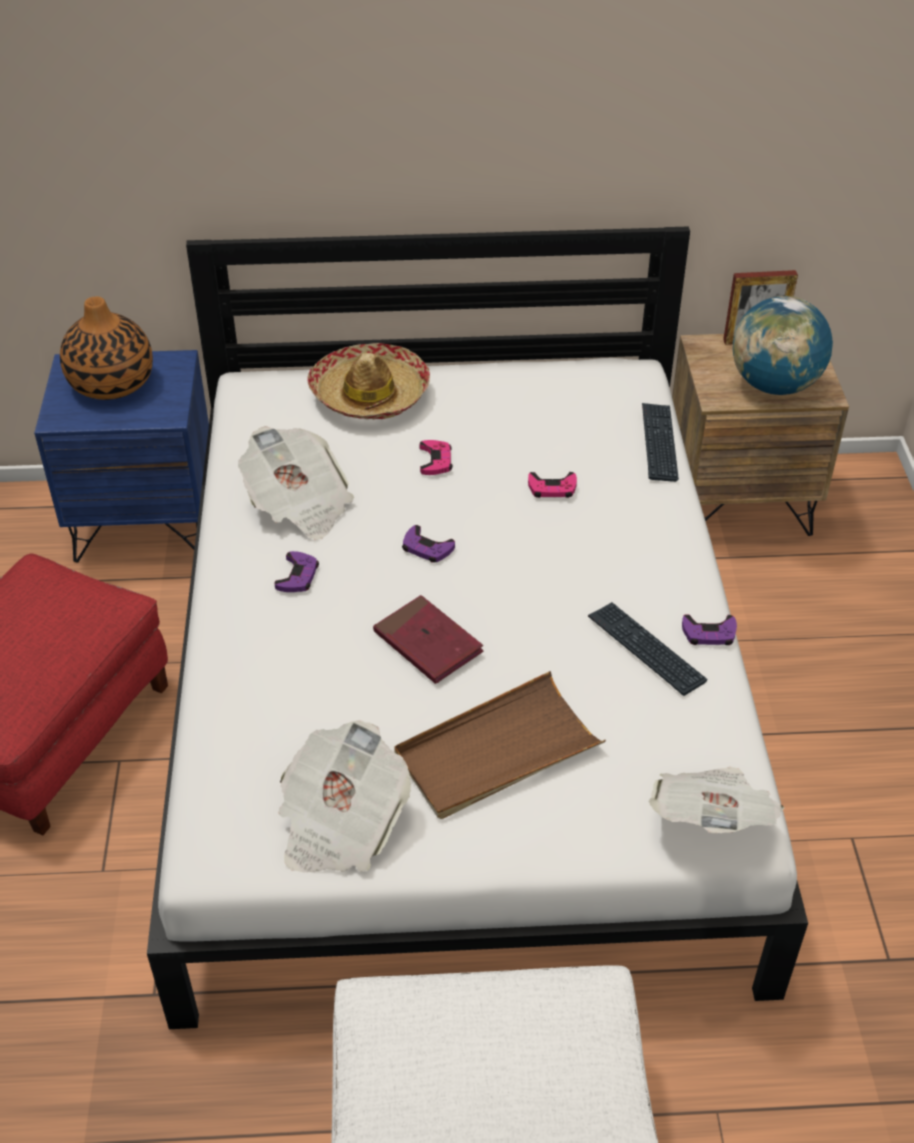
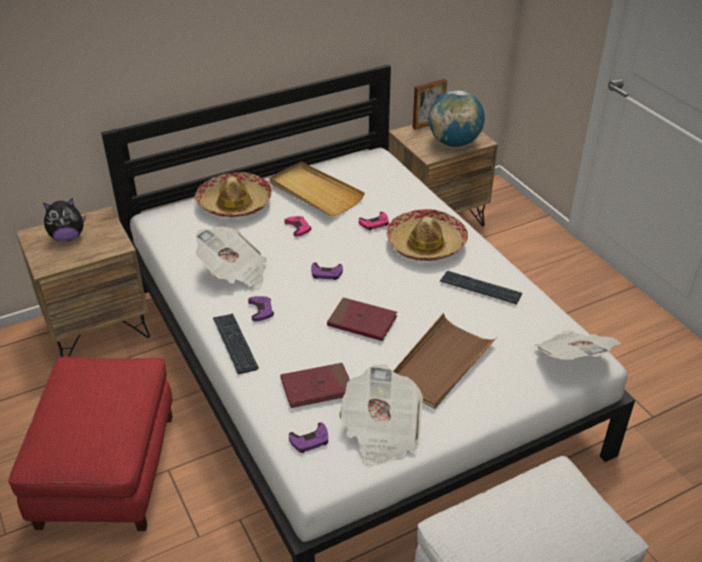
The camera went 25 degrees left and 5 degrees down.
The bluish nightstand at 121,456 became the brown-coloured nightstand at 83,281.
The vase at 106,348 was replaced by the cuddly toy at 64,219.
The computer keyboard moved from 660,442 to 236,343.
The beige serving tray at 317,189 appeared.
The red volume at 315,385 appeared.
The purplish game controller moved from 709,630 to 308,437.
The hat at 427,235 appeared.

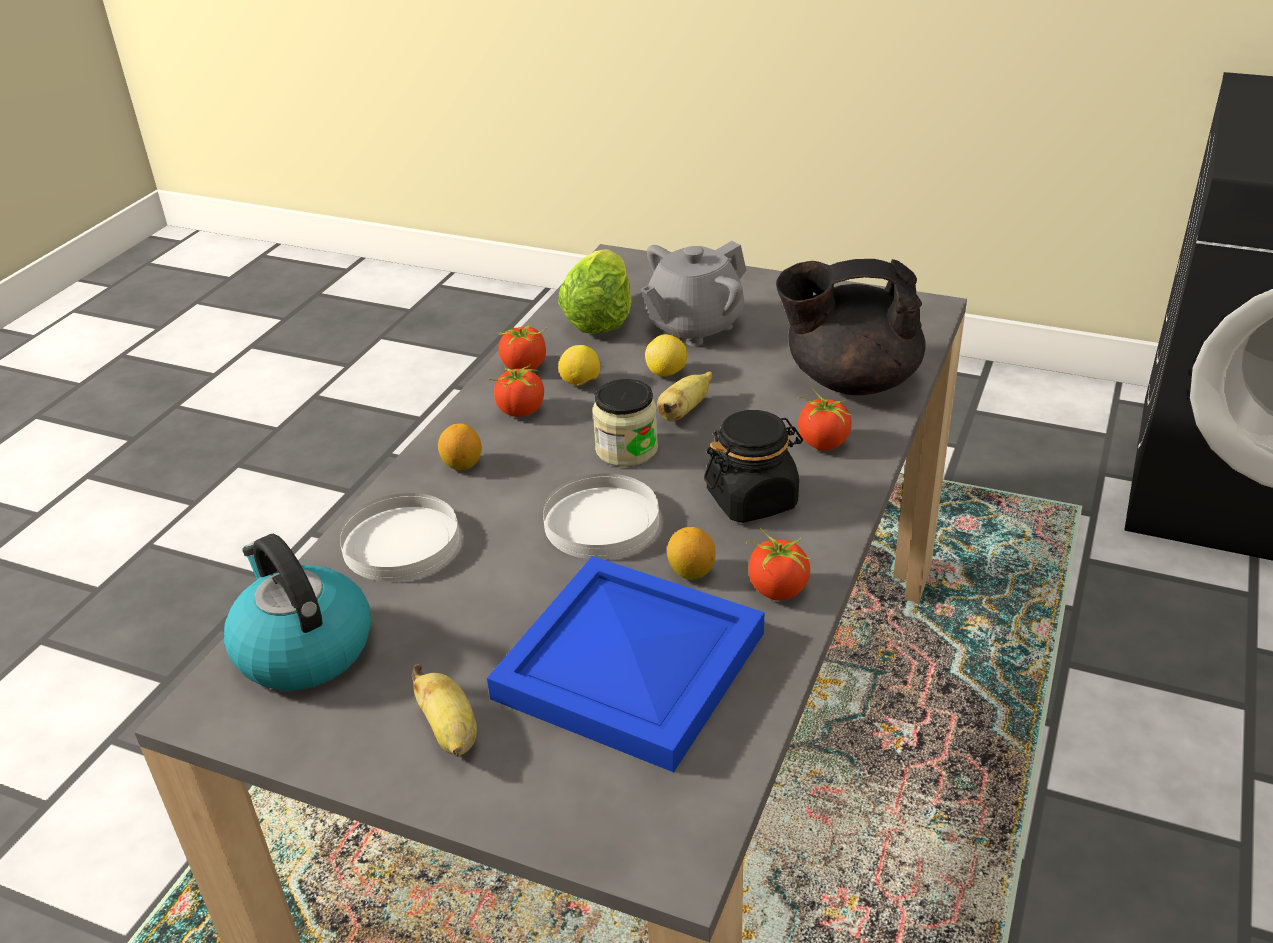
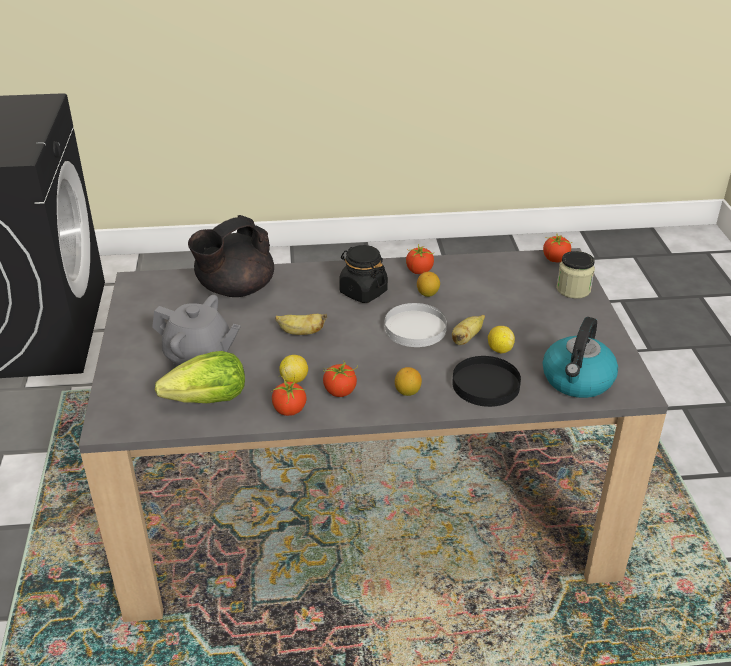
The camera went 120 degrees left and 0 degrees up.
The black-coloured teapot at 851,327 turned 75 degrees clockwise.
The banana moved from 444,710 to 468,330.
The white plate at 399,537 became the black-coloured plate at 486,381.
The lemon moved from 666,355 to 501,339.
The fresh tomato moved from 824,418 to 558,248.
The storage jar moved from 625,423 to 575,275.
The bluish serving tray at 625,664 disappeared.

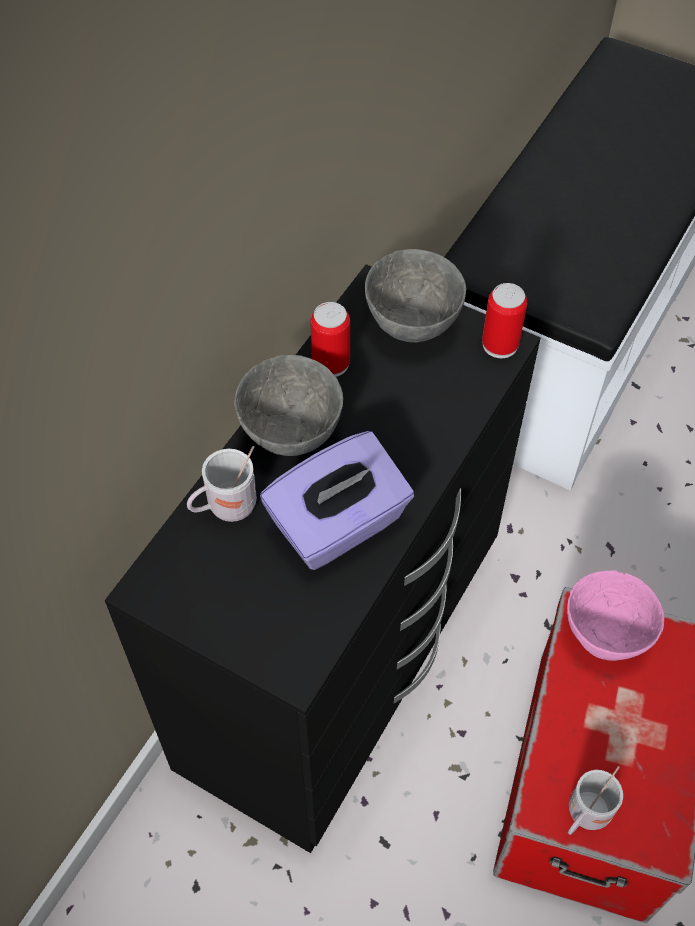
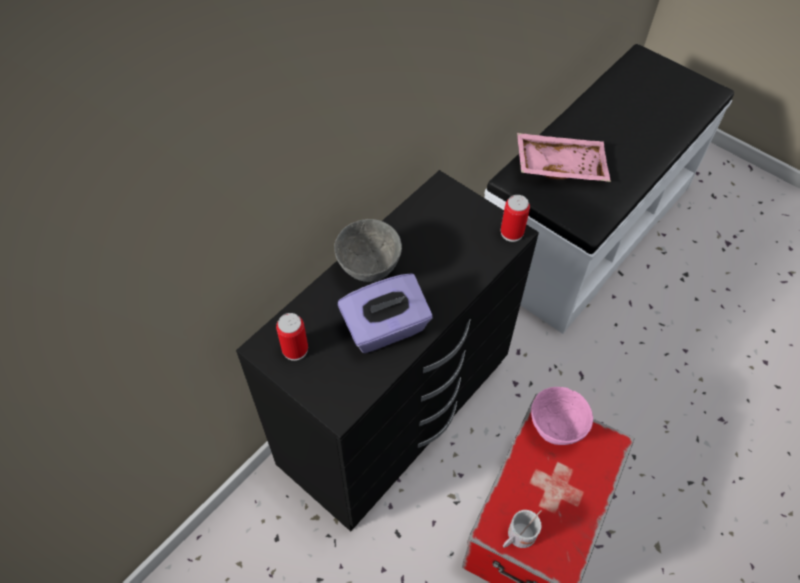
The camera went 10 degrees right and 0 degrees up.
The metal can moved from 330,339 to 292,337.
The pink-coloured serving tray at 564,157 appeared.
The white coffee mug at 222,484 disappeared.
The gray deep dish at 415,296 disappeared.

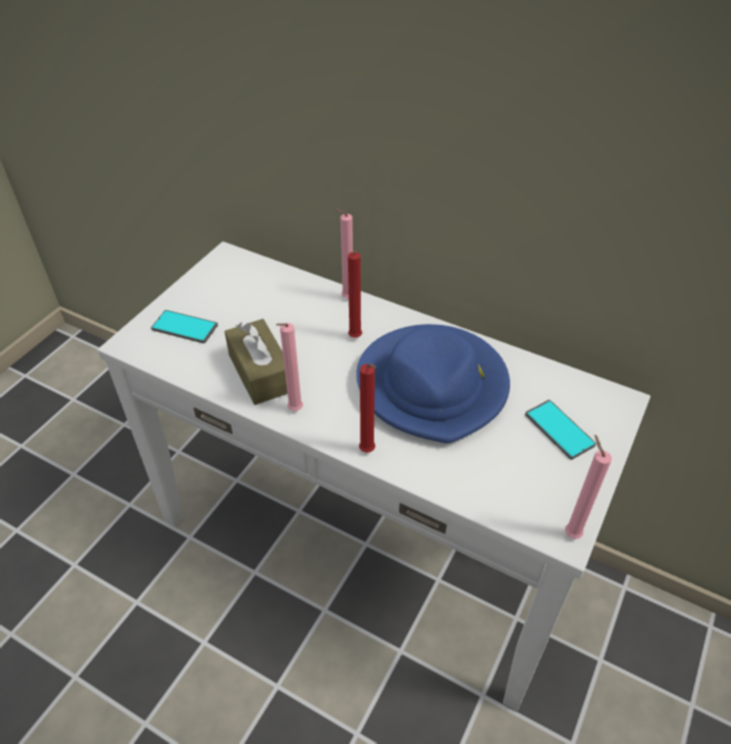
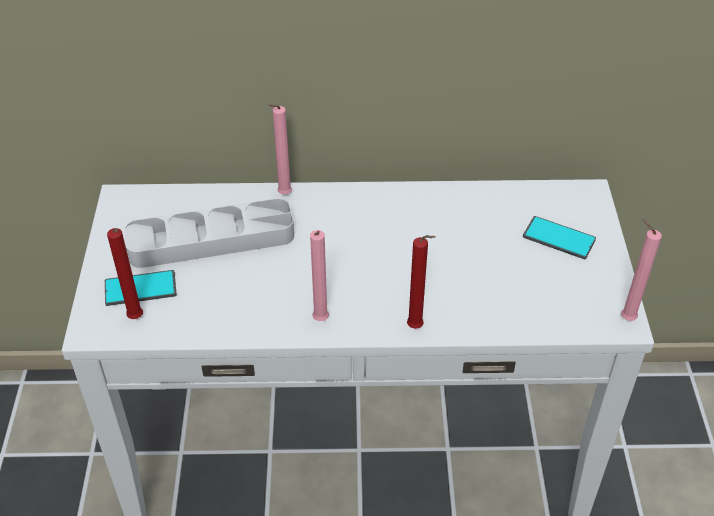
The camera went 30 degrees left and 0 degrees up.
The red wax light moved from 355,294 to 125,273.
The gray serving tray at 209,233 appeared.
The brown-coloured tissue box at 256,362 disappeared.
The bluish hat at 433,383 disappeared.

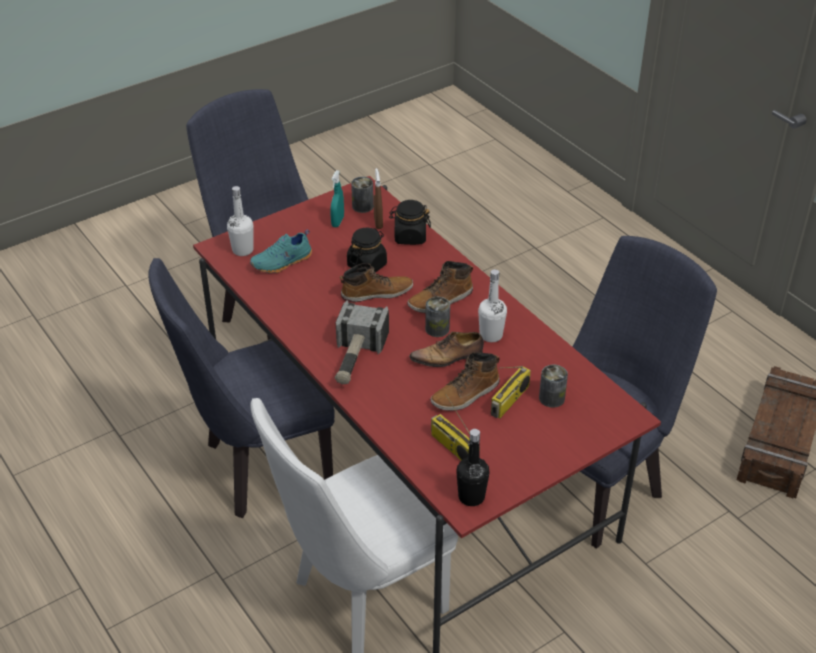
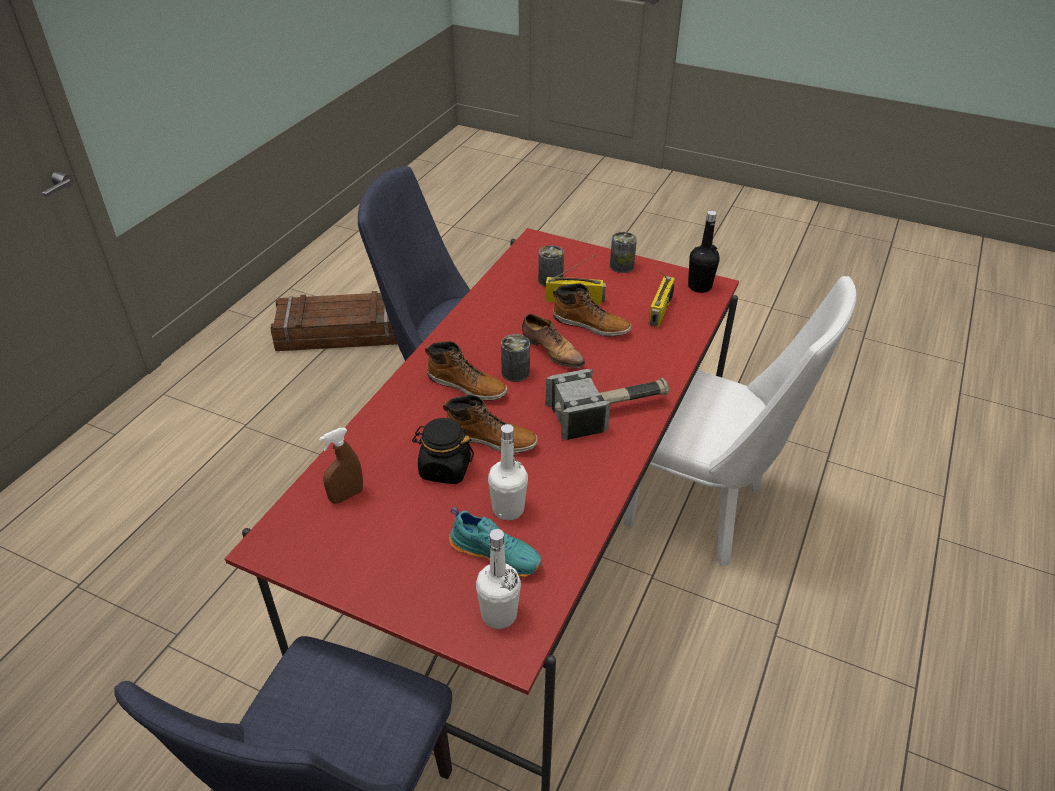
The camera went 120 degrees left and 0 degrees up.
The tall boot at 376,283 turned 150 degrees clockwise.
The white drink bottle moved from 492,305 to 508,472.
The metal can moved from 362,195 to 623,252.
The bluish upright chair at 241,388 disappeared.
The turquoise sprayer at 337,198 disappeared.
The black-coloured storage jar at 410,222 disappeared.

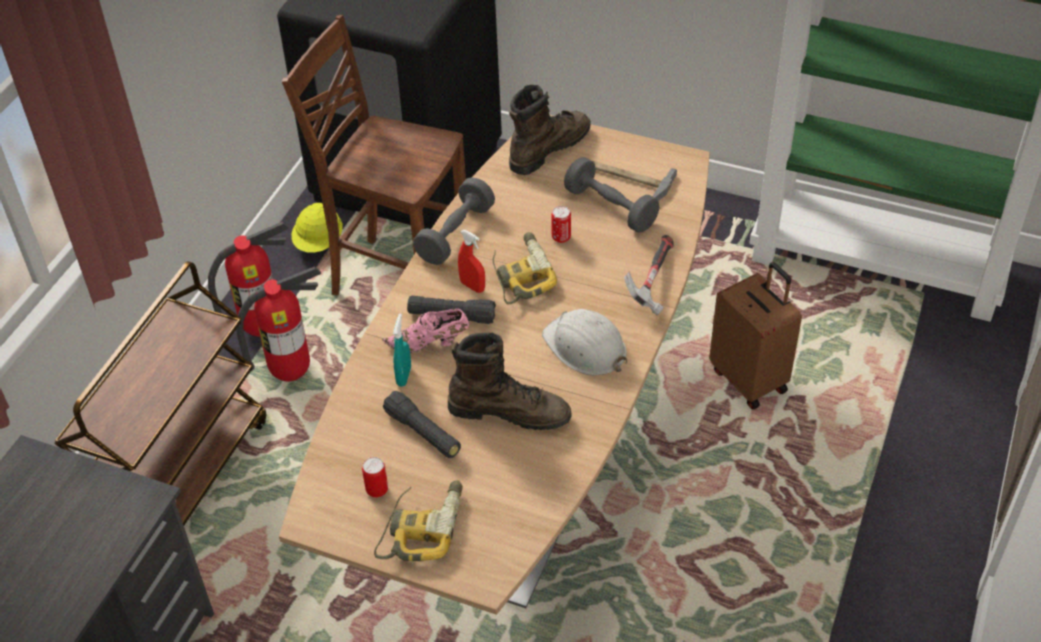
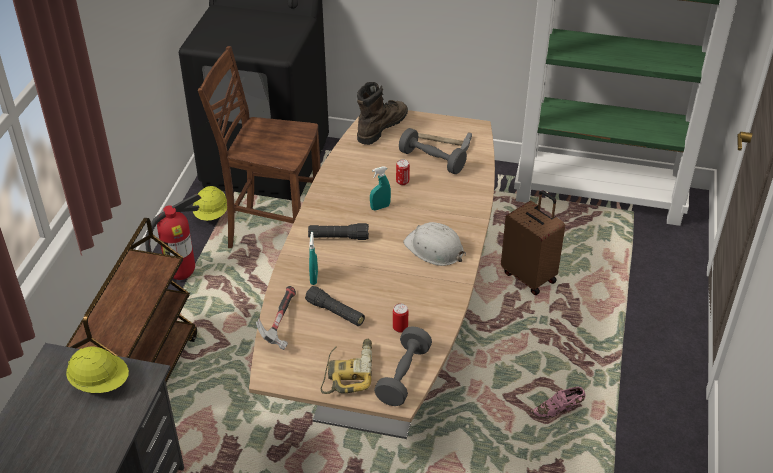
The camera went 10 degrees left and 5 degrees down.
The yellow safety helmet at 97,370 appeared.
The tool hammer moved from 649,275 to 276,318.
The power drill at 525,268 was replaced by the turquoise sprayer at 380,188.
The gray free weight moved from 454,221 to 403,366.
The metal can moved from 375,477 to 400,318.
The pink-coloured low shoe moved from 425,331 to 557,403.
The fire-fighting cylinder at 278,324 disappeared.
The brown-coloured tall boot at 510,381 disappeared.
The red sprayer at 471,261 disappeared.

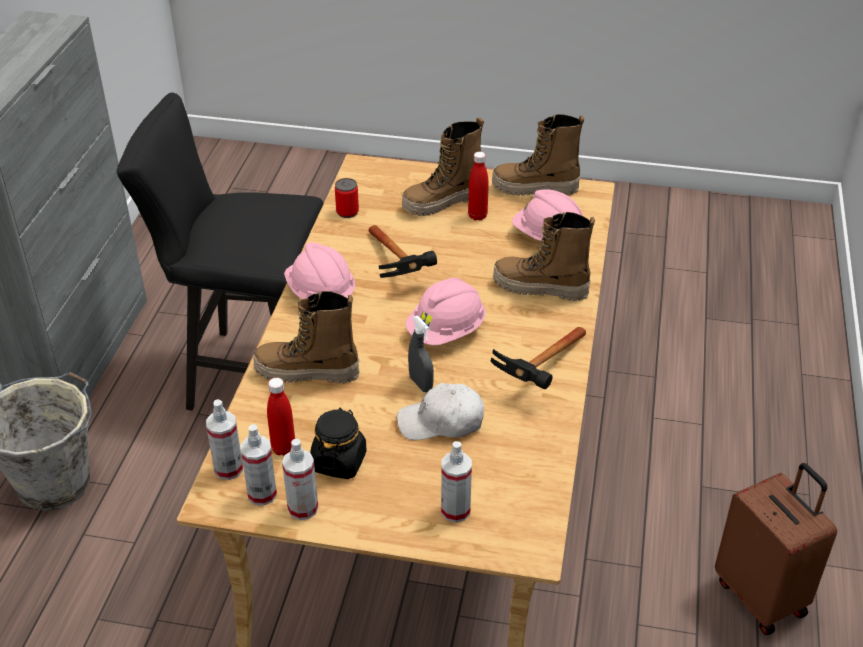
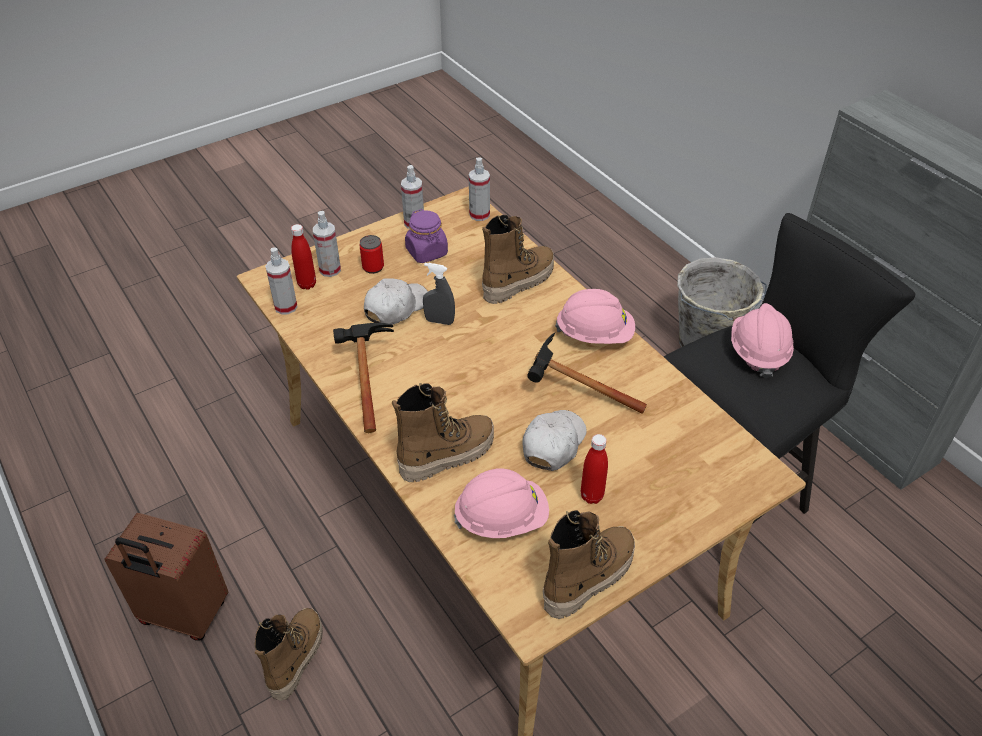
The camera went 135 degrees right and 5 degrees up.
The tall boot moved from 443,166 to 289,654.
The sprayer moved from 258,465 to 281,281.
The red drink bottle moved from 281,417 to 303,257.
The metal can moved from 347,198 to 371,254.
The black-coloured storage jar at 338,443 became the purplish storage jar at 426,236.
The white baseball cap at 554,440 appeared.
The pink-coloured safety helmet moved from 445,311 to 762,340.

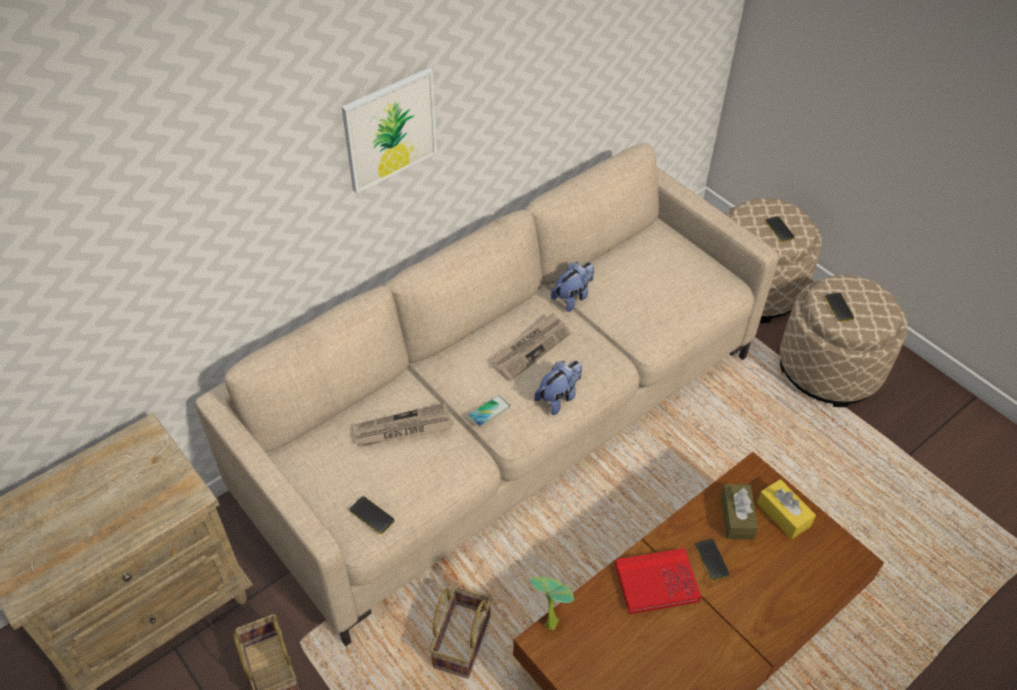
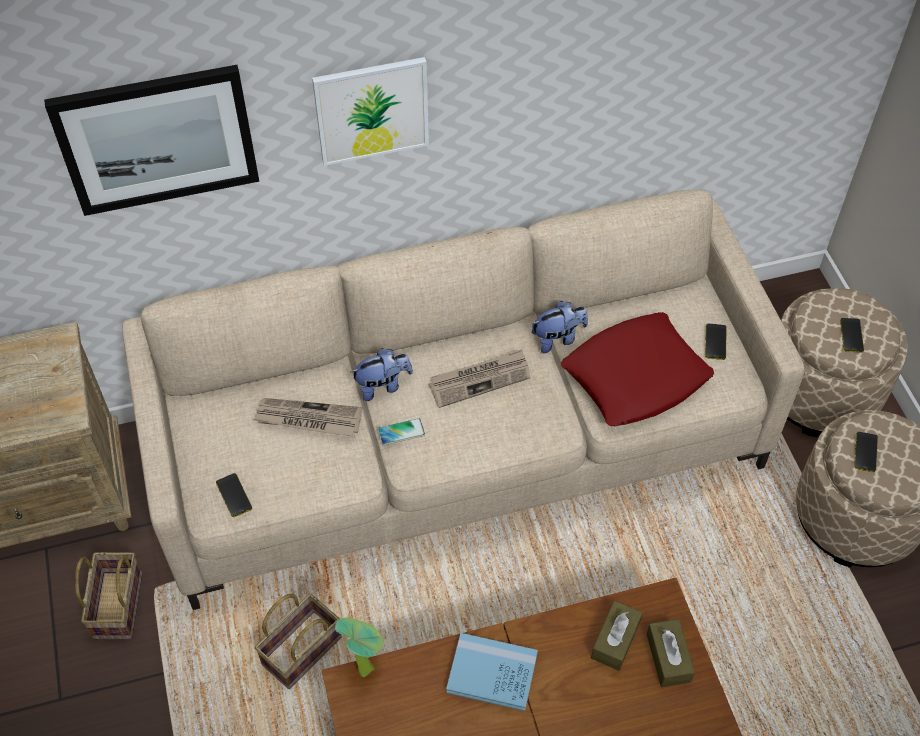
The camera went 25 degrees right and 5 degrees up.
The picture at 151,140 appeared.
The cuddly toy moved from 558,388 to 382,374.
The red volume at 658,581 became the bluish volume at 492,672.
The red throw pillow at 637,369 appeared.
The yellow tissue box at 786,509 became the brown-coloured tissue box at 671,653.
The phone moved from 712,560 to 715,341.

